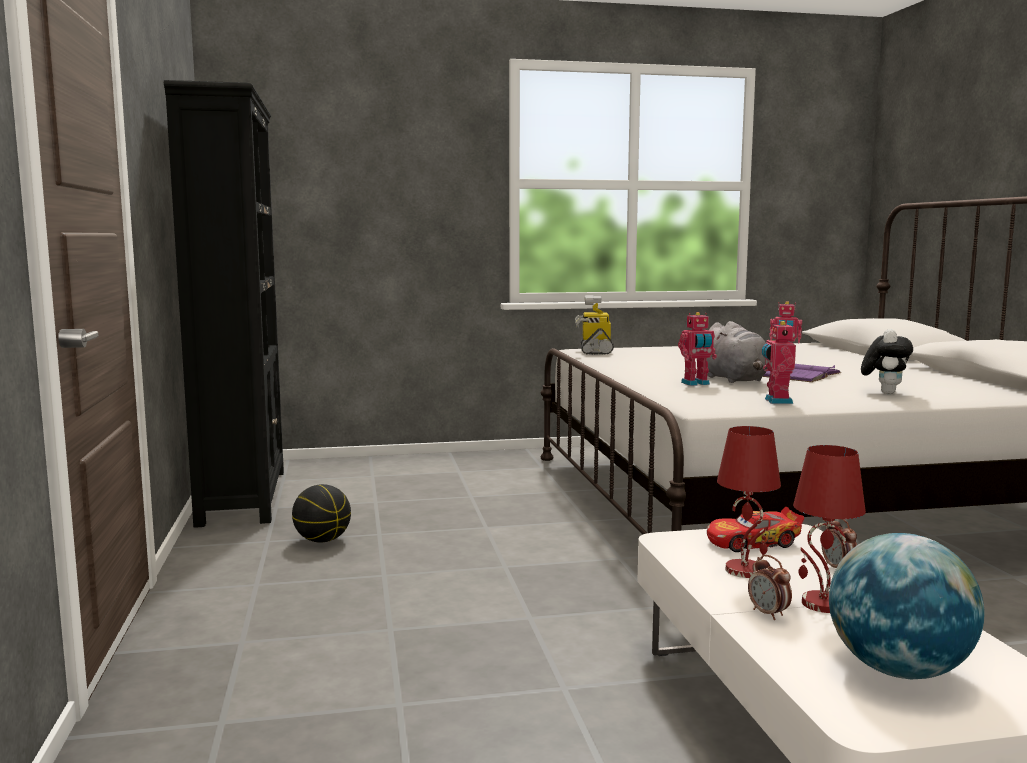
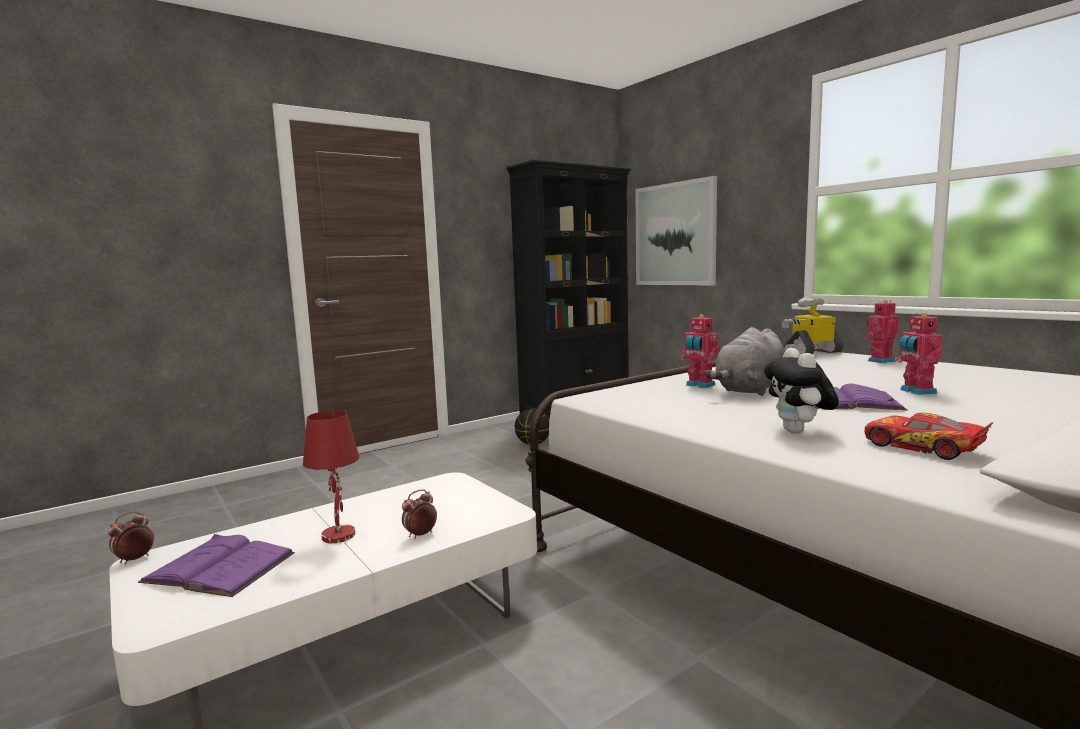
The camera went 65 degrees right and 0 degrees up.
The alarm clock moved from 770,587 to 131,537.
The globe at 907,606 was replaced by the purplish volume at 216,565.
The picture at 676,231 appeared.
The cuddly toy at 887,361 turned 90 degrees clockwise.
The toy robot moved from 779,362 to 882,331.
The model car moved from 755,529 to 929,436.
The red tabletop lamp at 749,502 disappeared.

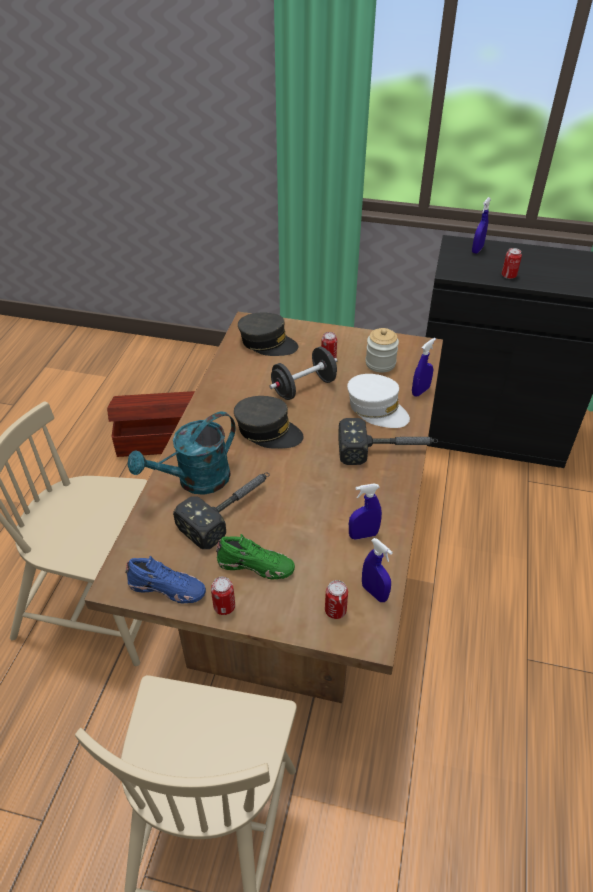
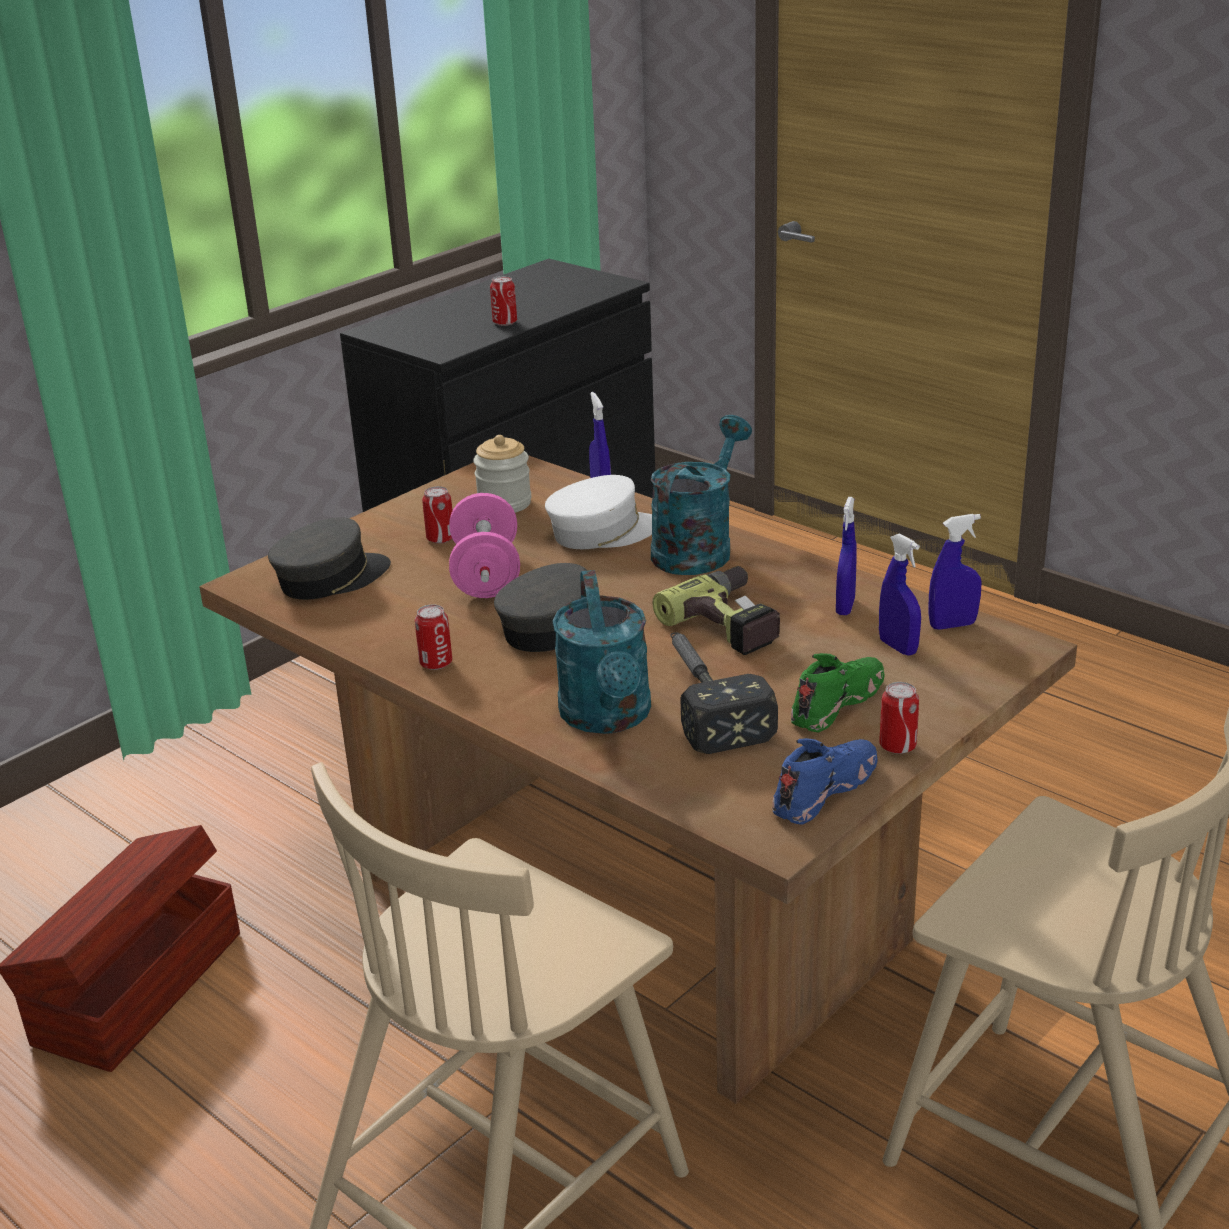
The camera went 60 degrees left and 15 degrees down.
The metal can moved from 336,599 to 433,637.
The black-coloured free weight at 303,373 became the pink-coloured free weight at 484,545.
The tool hammer at 388,441 was replaced by the turquoise watering can at 701,495.
The power drill at 716,610 appeared.
The bluish sprayer moved from 481,225 to 900,594.

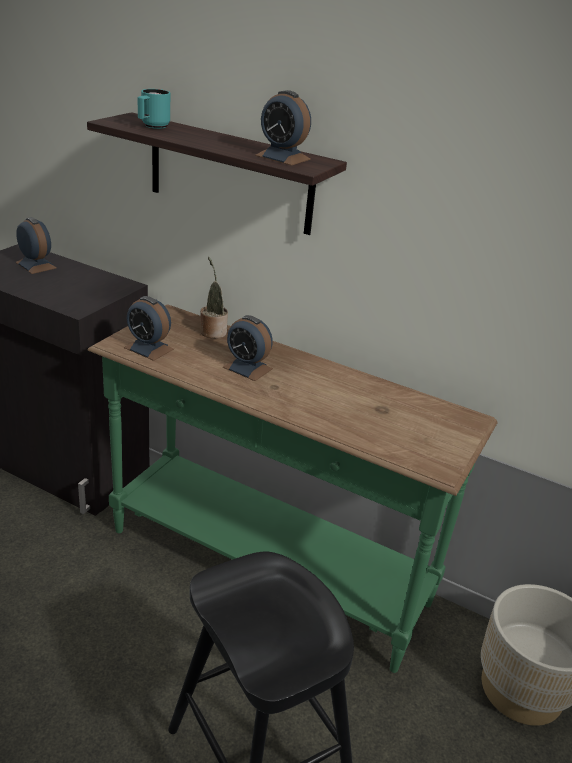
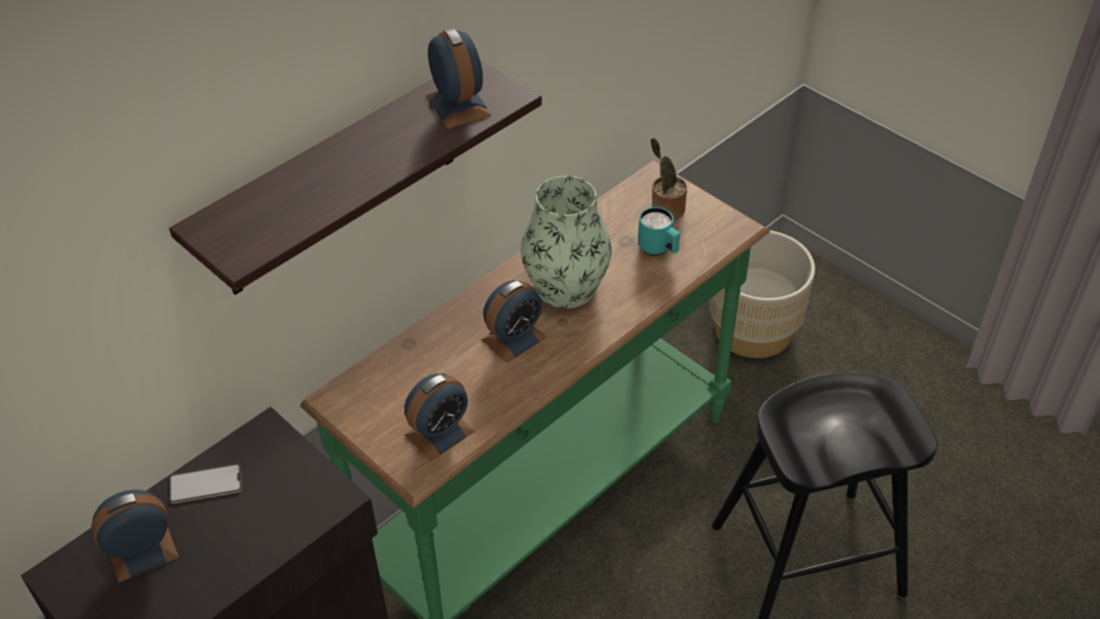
The camera went 70 degrees left and 15 degrees up.
The phone at 205,483 appeared.
The alarm clock at 283,128 turned 75 degrees counterclockwise.
The vase at 566,242 appeared.
The turquoise coffee mug moved from 154,109 to 659,231.
The houseplant moved from 214,297 to 668,179.

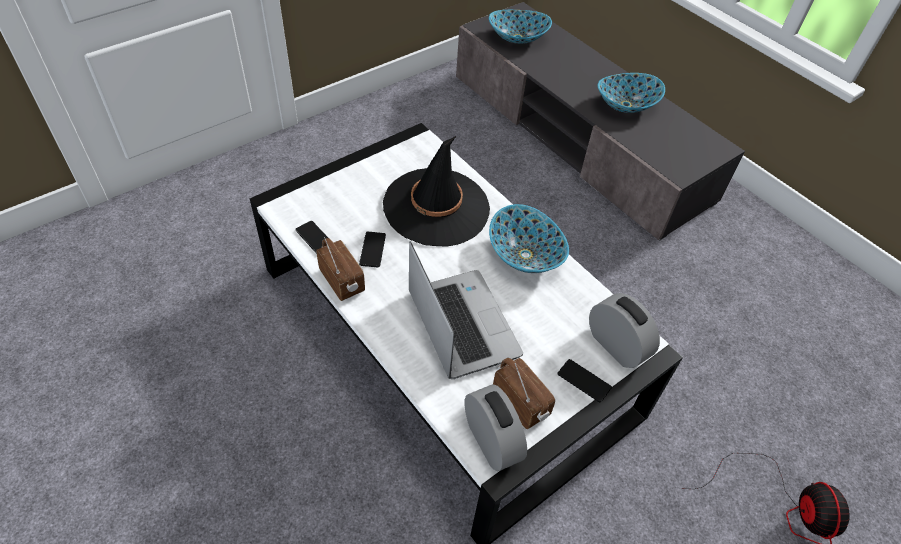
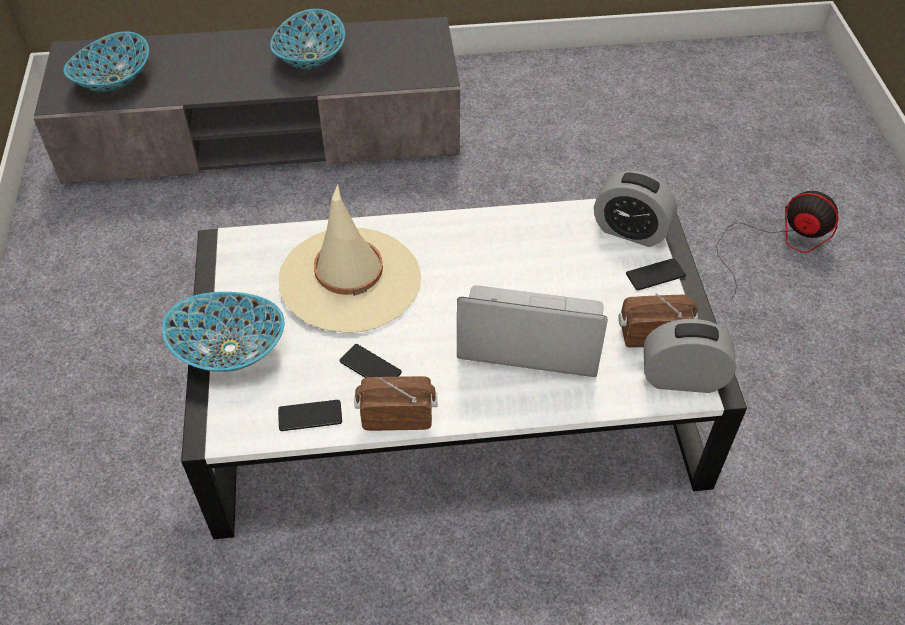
The camera went 55 degrees left and 0 degrees up.
The deep dish moved from 529,238 to 223,332.
The black-coloured hat at 436,191 became the beige hat at 350,258.
The alarm clock at 624,330 turned 150 degrees counterclockwise.

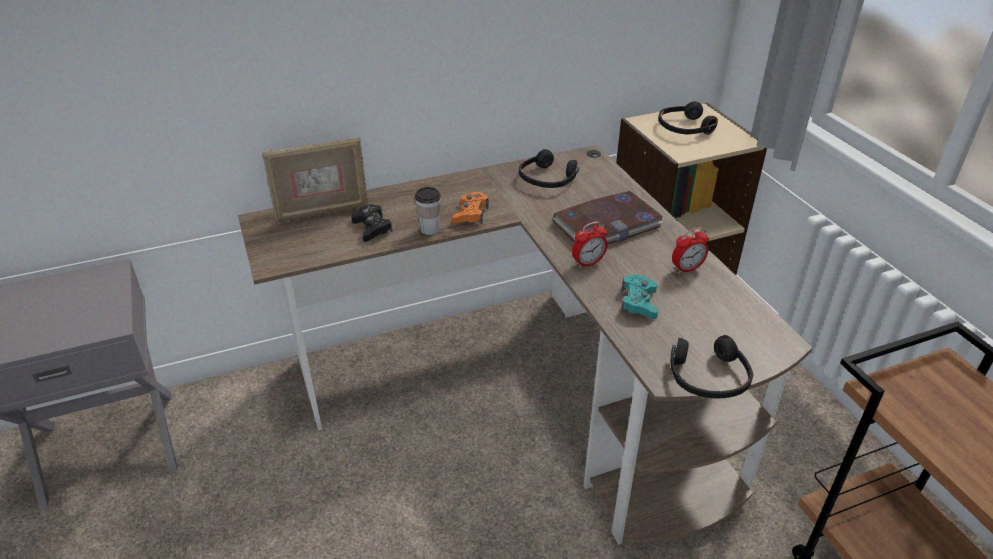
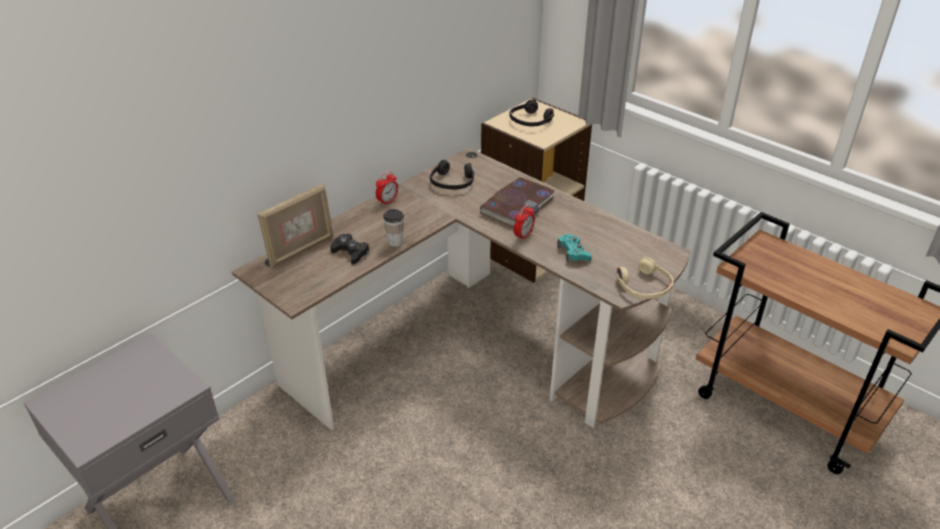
The camera went 25 degrees left and 0 degrees up.
The alarm clock moved from 690,250 to 387,188.
The black-coloured headphones at 711,366 became the beige headphones at 644,278.
The orange-coloured game controller at 470,208 disappeared.

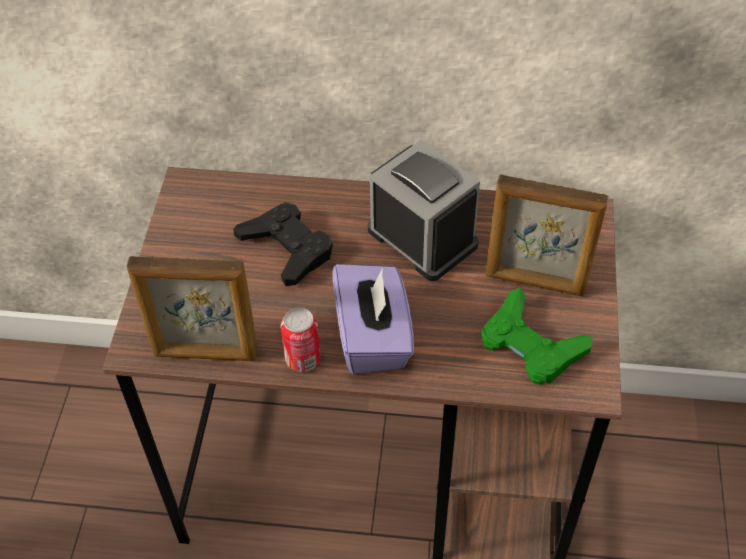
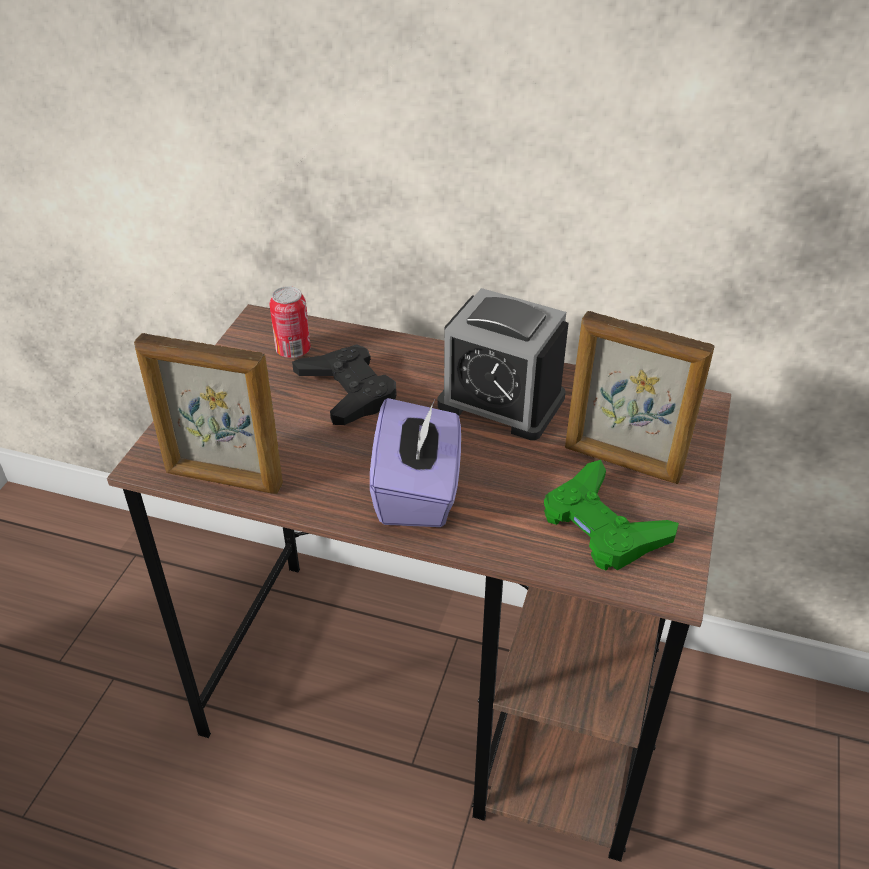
The camera went 10 degrees right and 10 degrees down.
The metal can moved from 301,340 to 290,322.
The alarm clock at 424,210 turned 150 degrees clockwise.

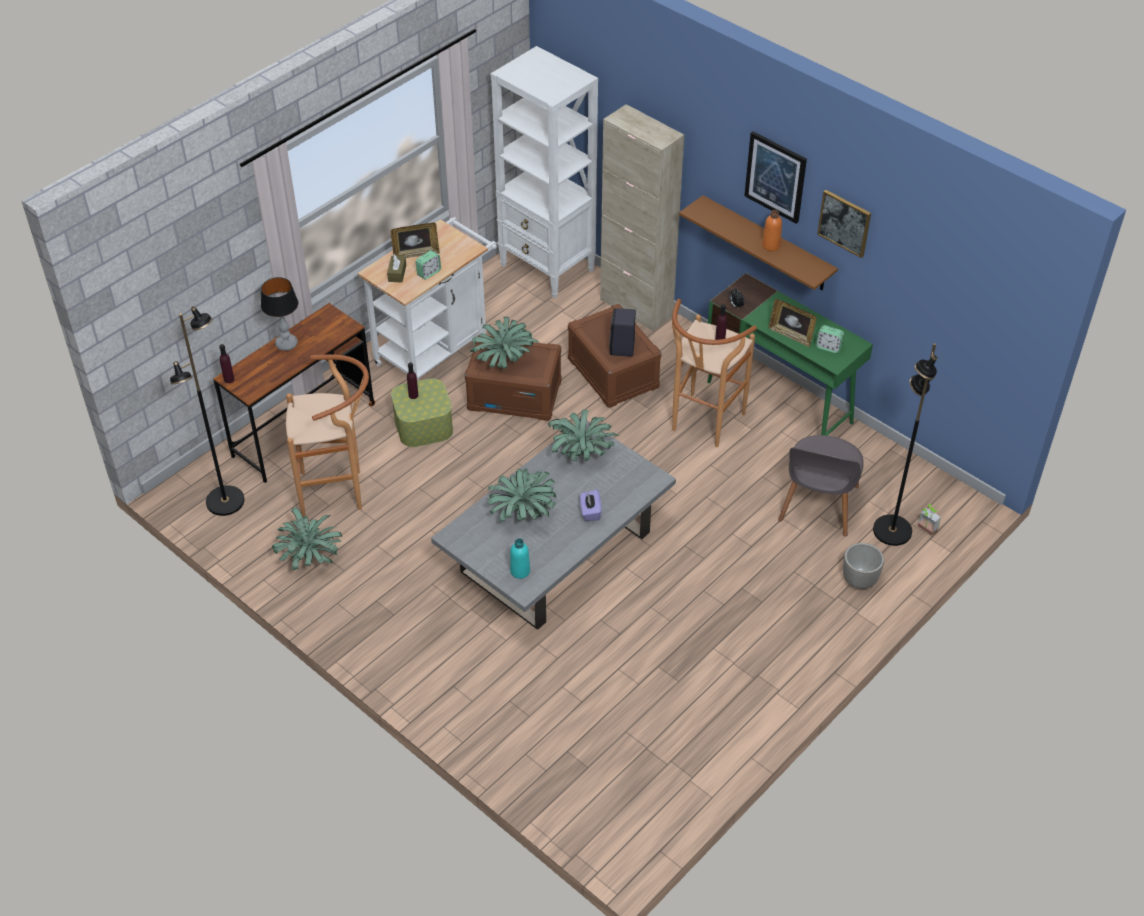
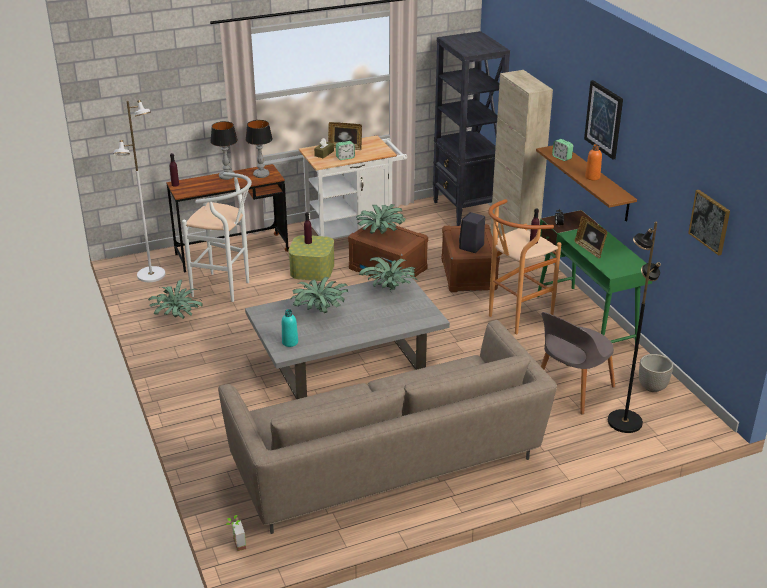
The camera went 25 degrees right and 15 degrees down.
The black-coloured standard lamp at 207,411 became the white standard lamp at 139,191.
The brown-coloured stool seat at 327,435 became the white stool seat at 217,237.
The beige sofa at 387,427 appeared.
The houseplant moved from 929,520 to 235,533.
The tabletop lamp at 259,149 appeared.
The white bookshelf at 544,172 became the black-coloured bookshelf at 471,128.
The alarm clock moved from 830,339 to 562,150.
The flower pot moved from 863,566 to 656,373.
The picture moved from 844,224 to 709,223.
The purplish tissue box at 591,505 disappeared.

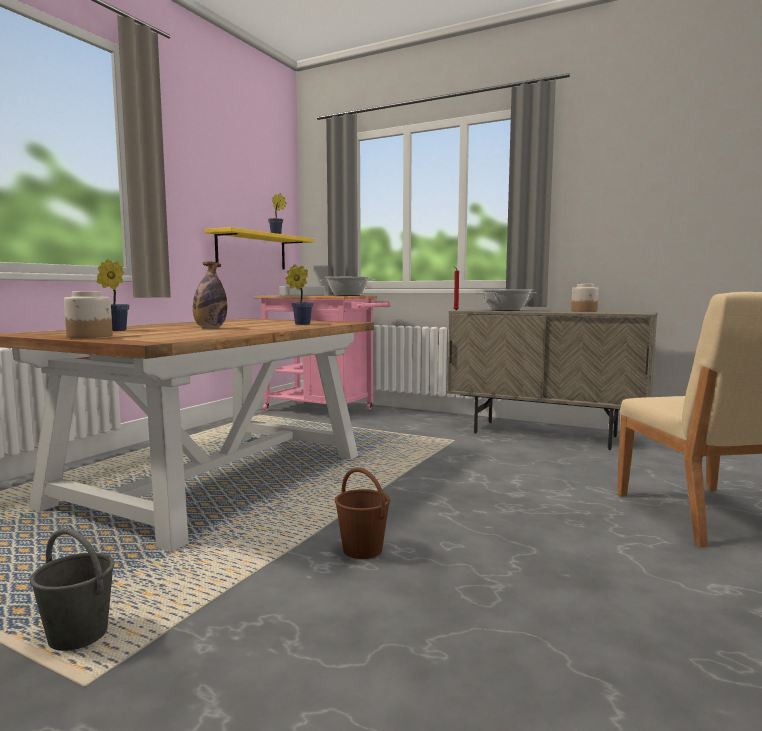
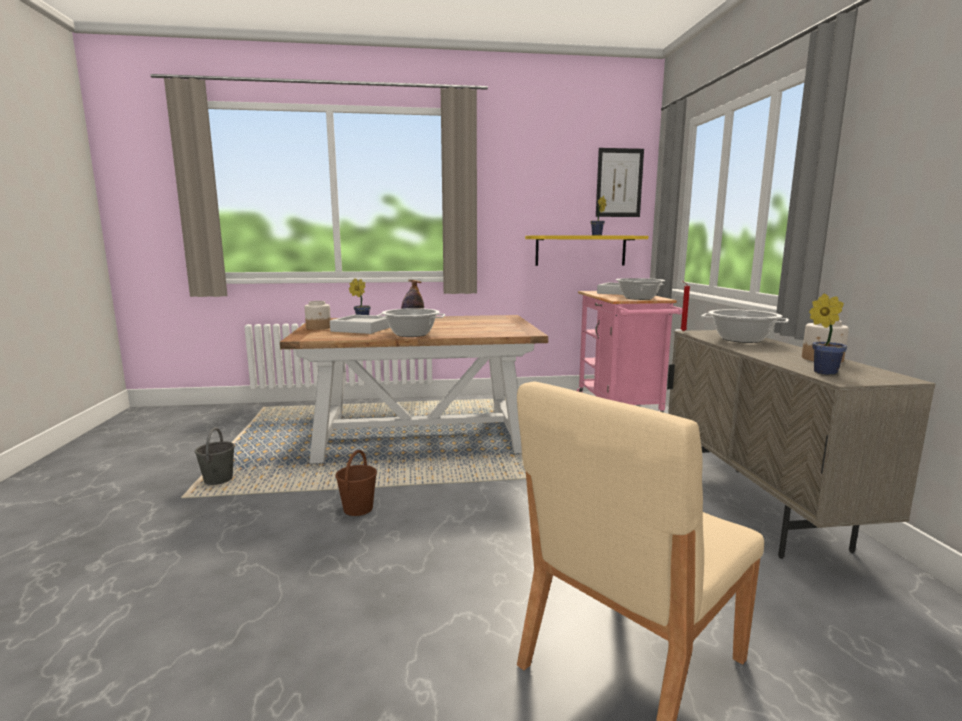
The camera went 55 degrees right and 5 degrees up.
The gray serving tray at 360,324 appeared.
The cooking pot at 410,322 appeared.
The picture at 620,182 appeared.
The houseplant moved from 299,294 to 828,334.

